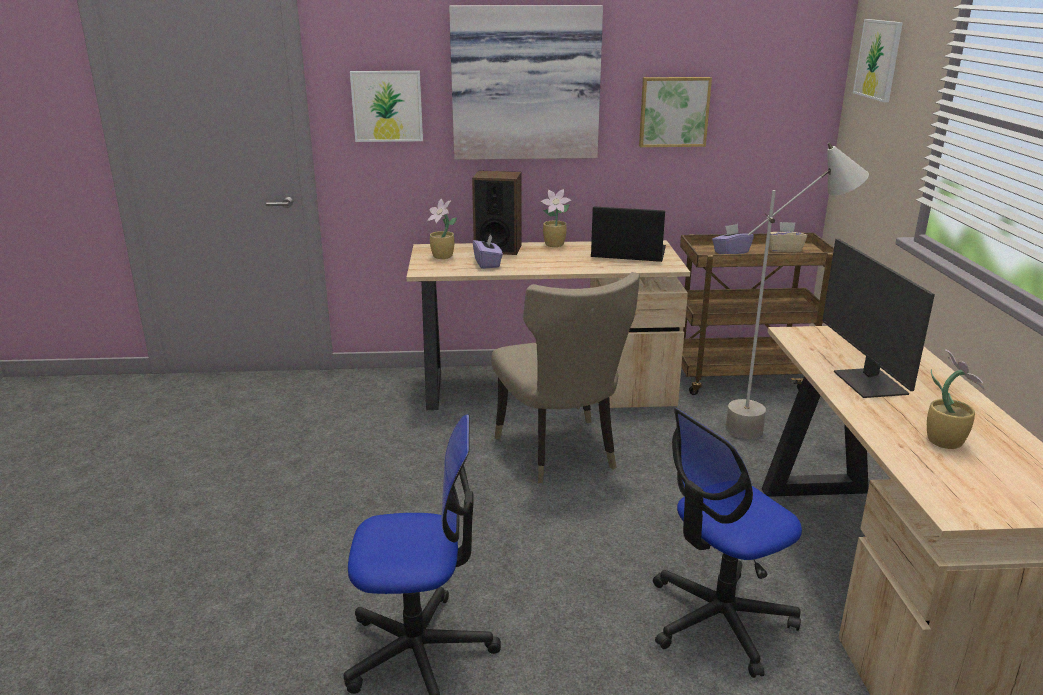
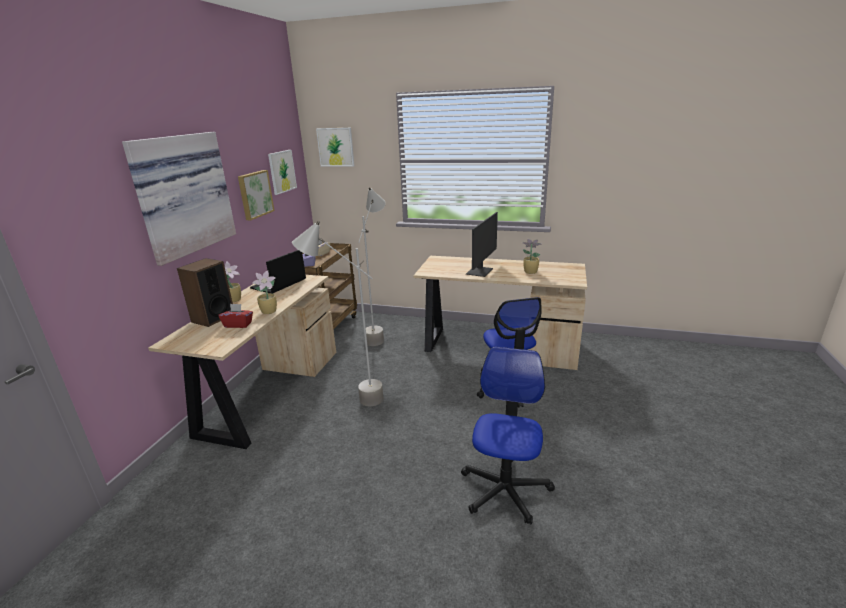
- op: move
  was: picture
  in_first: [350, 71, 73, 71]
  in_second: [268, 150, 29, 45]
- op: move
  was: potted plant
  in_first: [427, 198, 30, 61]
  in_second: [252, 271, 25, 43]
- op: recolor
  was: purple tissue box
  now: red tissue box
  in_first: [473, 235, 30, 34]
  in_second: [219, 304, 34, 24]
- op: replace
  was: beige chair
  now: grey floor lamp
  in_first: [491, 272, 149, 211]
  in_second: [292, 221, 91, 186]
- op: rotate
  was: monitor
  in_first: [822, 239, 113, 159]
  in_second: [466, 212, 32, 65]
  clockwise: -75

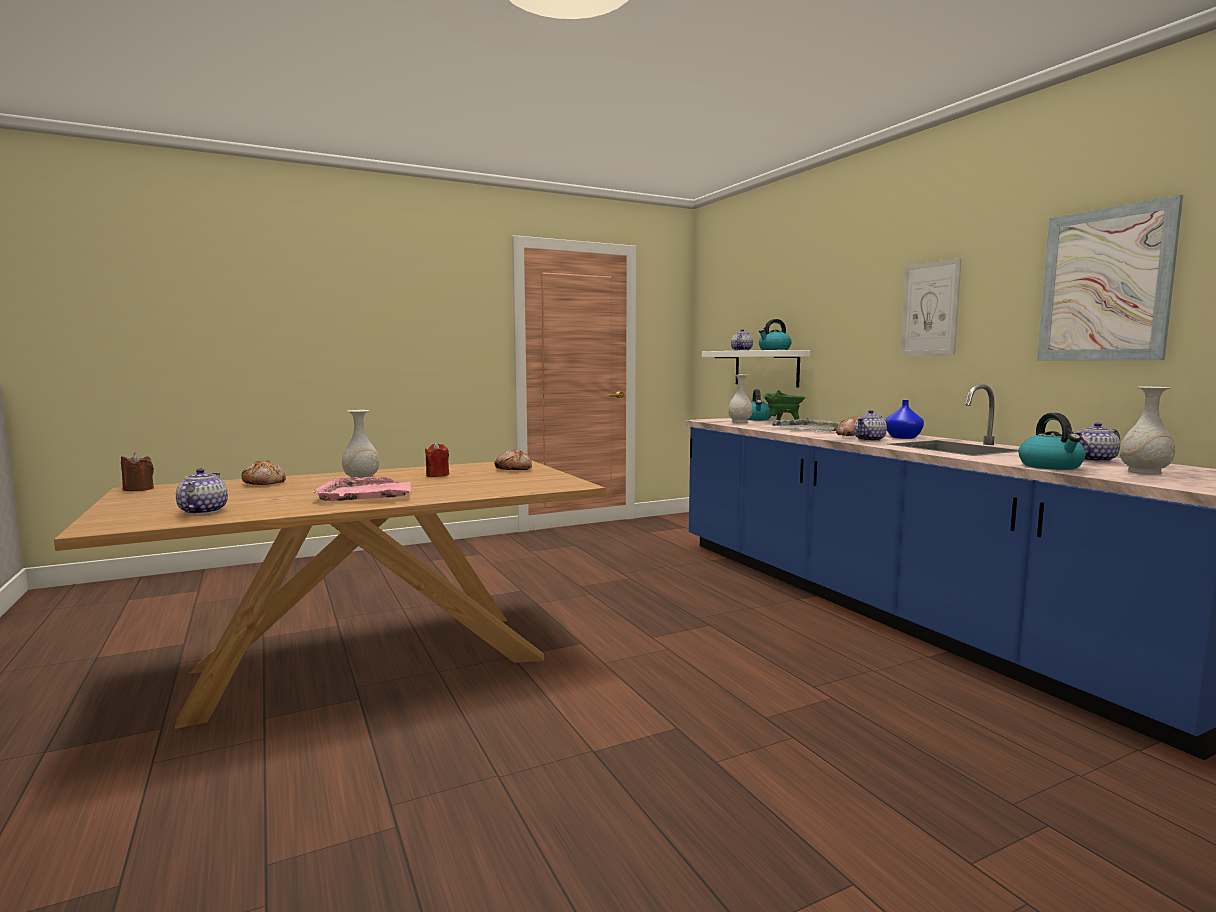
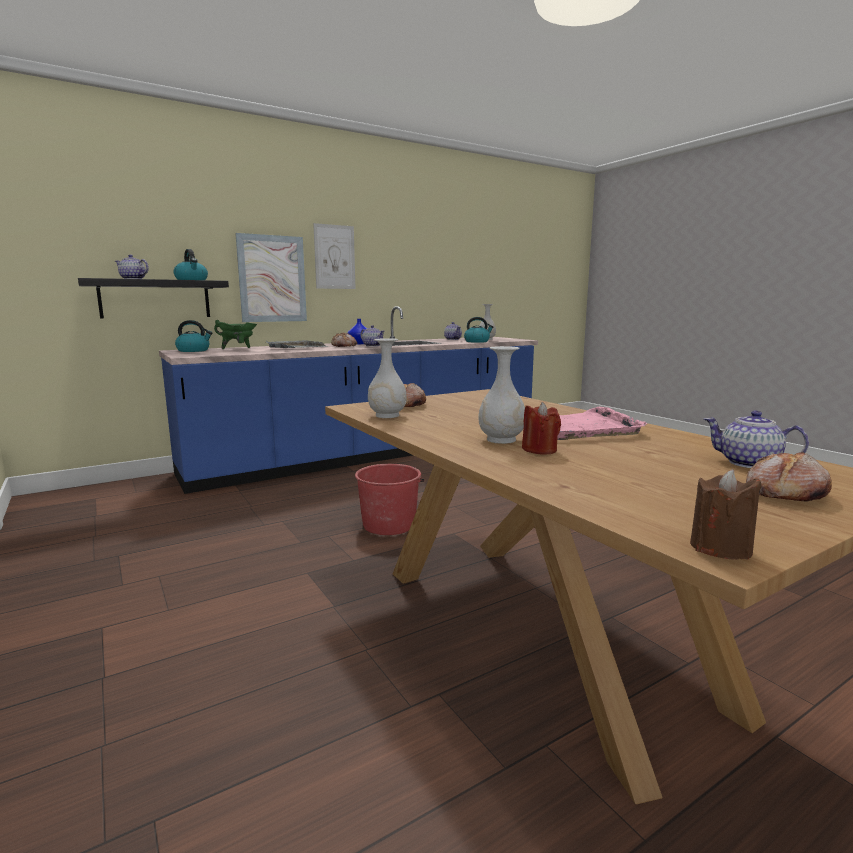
- op: rotate
  was: teapot
  in_first: [176, 468, 52, 47]
  in_second: [704, 410, 105, 58]
  clockwise: 45
- op: move
  was: bread
  in_first: [241, 461, 45, 24]
  in_second: [746, 452, 86, 49]
- op: move
  was: red candle
  in_first: [425, 442, 24, 35]
  in_second: [522, 402, 39, 52]
- op: recolor
  was: white shelf
  now: black shelf
  in_first: [702, 350, 108, 37]
  in_second: [78, 278, 151, 40]
- op: move
  was: white vase
  in_first: [728, 375, 25, 48]
  in_second: [368, 338, 39, 80]
- op: move
  was: picture
  in_first: [1037, 195, 146, 165]
  in_second: [235, 233, 72, 89]
- op: insert
  now: red bucket
  in_second: [355, 464, 69, 71]

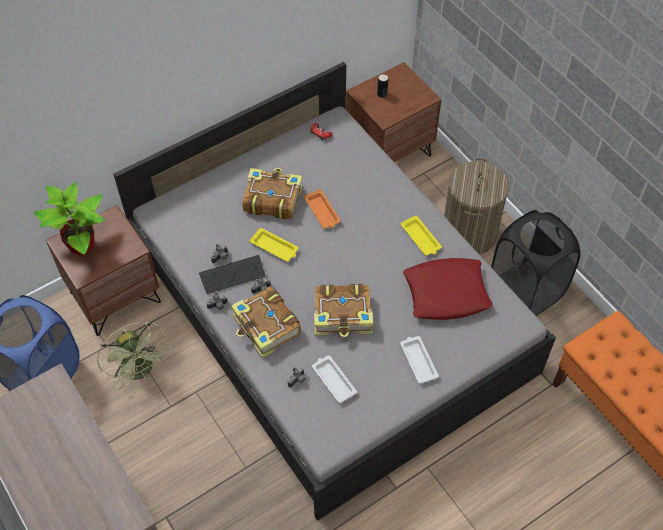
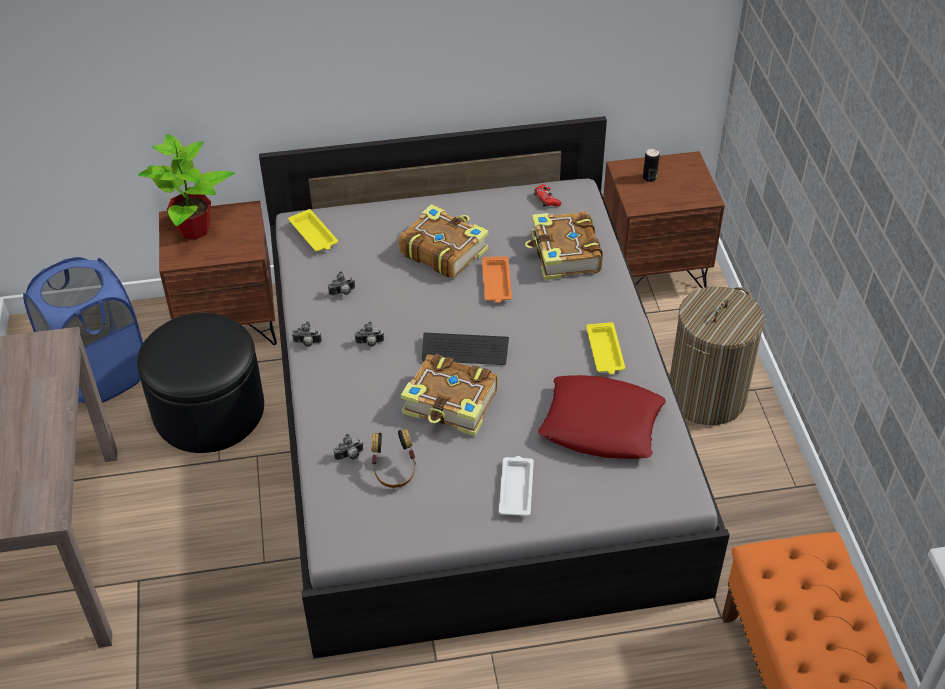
- op: replace
  was: green fan
  now: black ottoman
  in_first: [97, 321, 74, 68]
  in_second: [137, 313, 127, 140]
- op: move
  was: keyboard
  in_first: [199, 255, 66, 39]
  in_second: [422, 333, 87, 32]
- op: move
  was: book
  in_first: [231, 287, 70, 71]
  in_second: [525, 211, 78, 69]
- op: move
  was: yellow tray
  in_first: [250, 228, 48, 34]
  in_second: [288, 209, 50, 42]
- op: replace
  was: white tray
  now: headphones
  in_first: [312, 356, 45, 47]
  in_second: [372, 429, 44, 59]
- op: delete
  was: black laundry basket
  in_first: [491, 210, 89, 106]

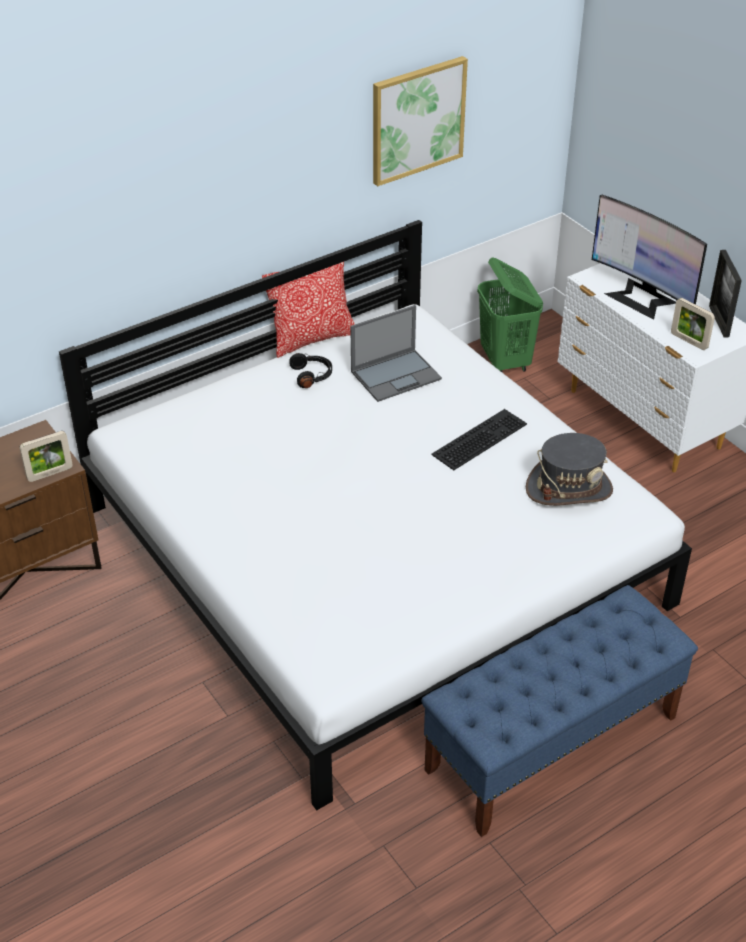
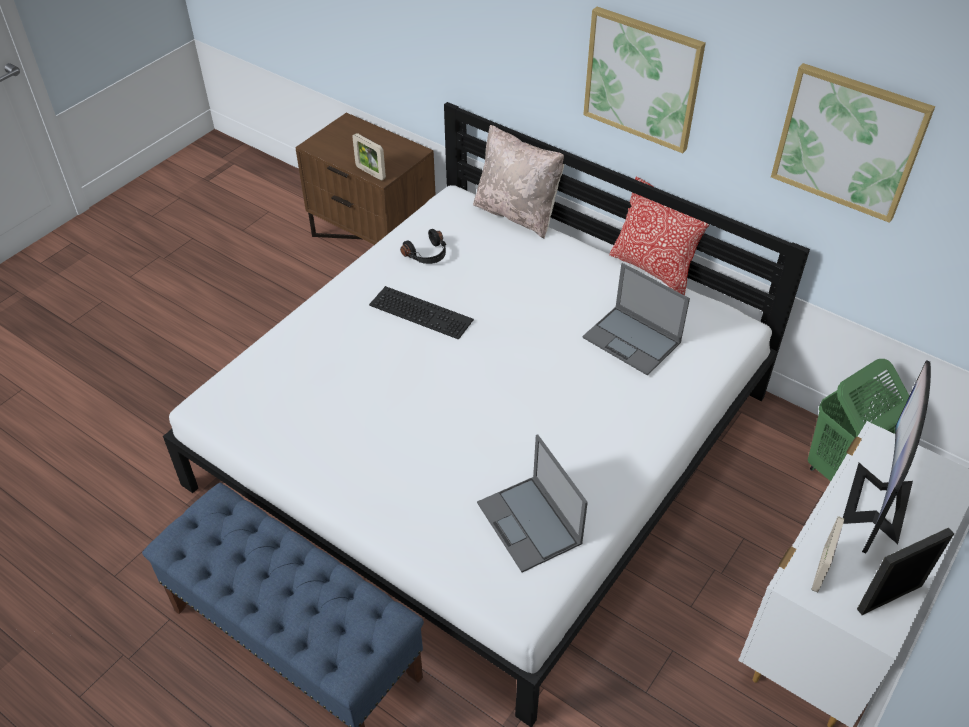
- op: move
  was: black headphones
  in_first: [289, 353, 43, 35]
  in_second: [400, 229, 46, 35]
- op: move
  was: keyboard
  in_first: [431, 409, 96, 61]
  in_second: [369, 286, 105, 54]
- op: replace
  was: grey hat
  now: laptop
  in_first: [526, 433, 87, 73]
  in_second: [477, 434, 111, 138]
- op: insert
  now: beige pillow
  in_second: [473, 125, 91, 114]
- op: insert
  now: picture
  in_second: [583, 7, 123, 146]

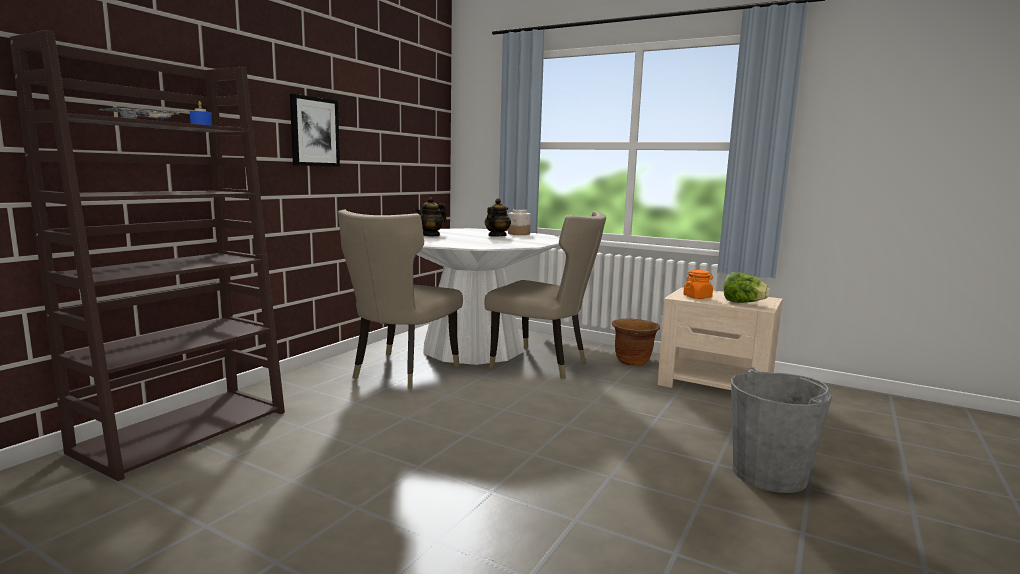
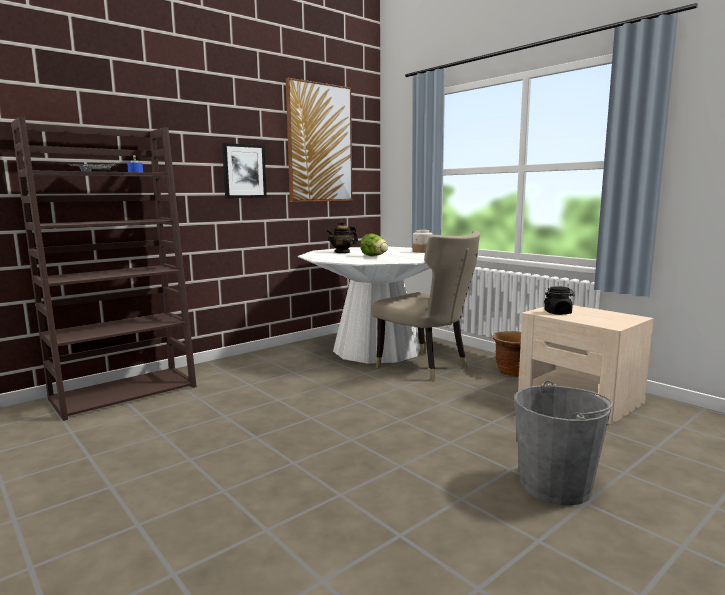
- op: delete
  was: beige chair
  in_first: [338, 209, 125, 180]
- op: delete
  was: teapot
  in_first: [485, 198, 26, 38]
- op: recolor
  was: orange jar
  now: black jar
  in_first: [683, 270, 30, 29]
  in_second: [544, 286, 30, 29]
- op: move
  was: lettuce
  in_first: [724, 272, 46, 31]
  in_second: [360, 234, 28, 22]
- op: insert
  now: picture
  in_second: [286, 78, 66, 124]

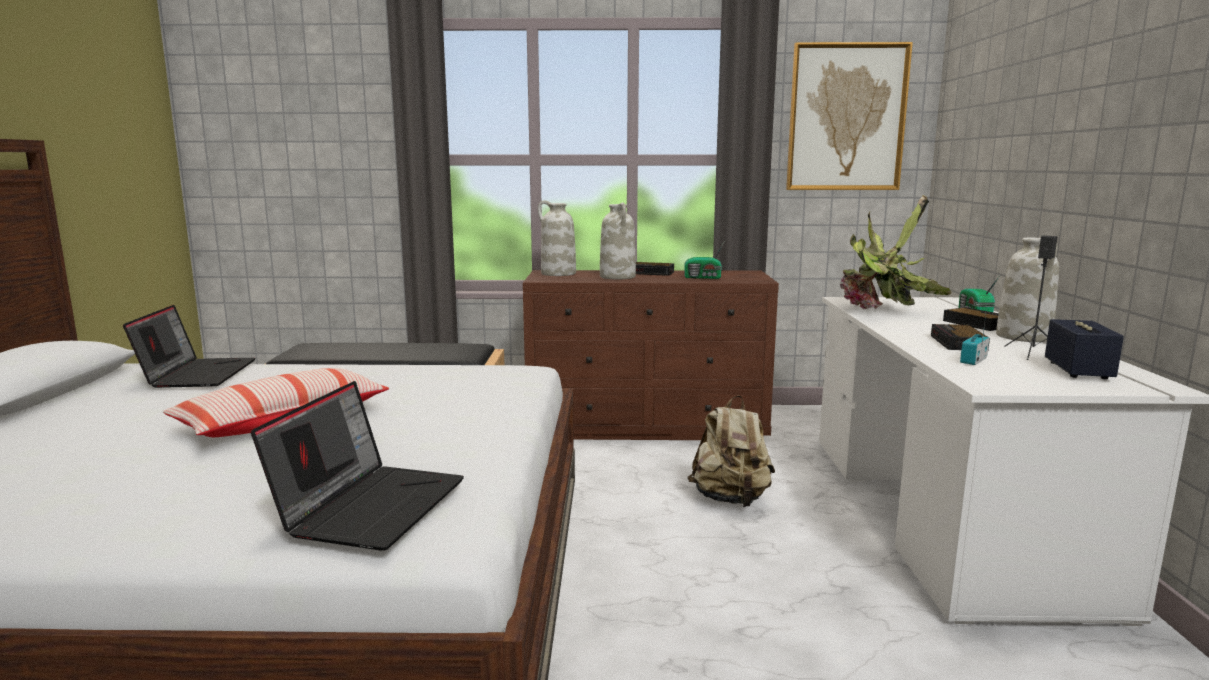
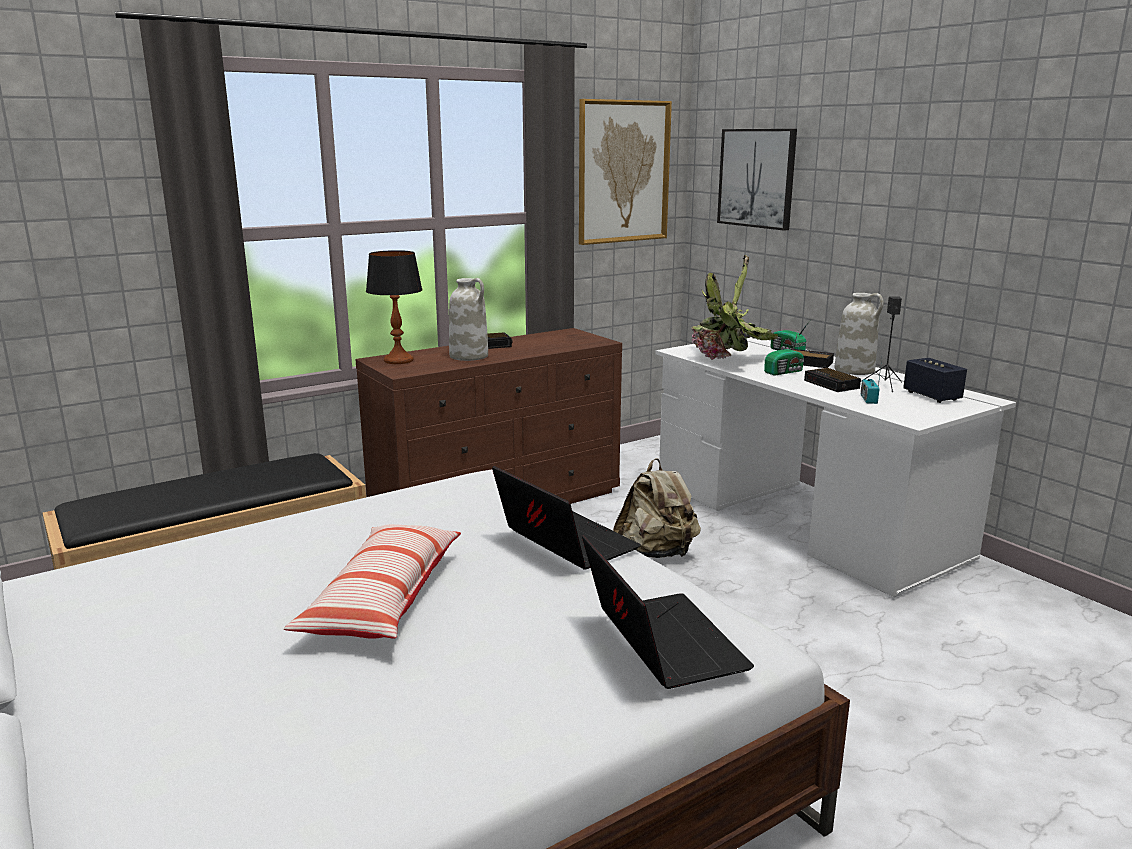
- op: move
  was: laptop
  in_first: [123, 305, 132, 83]
  in_second: [492, 466, 149, 104]
- op: replace
  was: white vase
  now: table lamp
  in_first: [538, 200, 38, 76]
  in_second: [366, 250, 57, 114]
- op: move
  was: radio
  in_first: [684, 242, 40, 37]
  in_second: [764, 332, 40, 44]
- op: insert
  now: picture
  in_second: [717, 129, 80, 102]

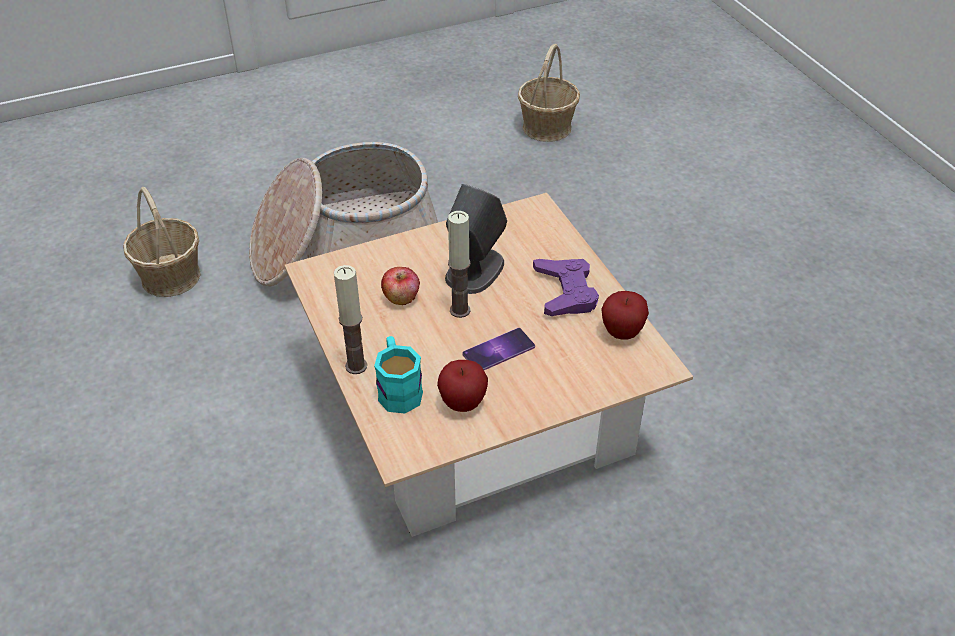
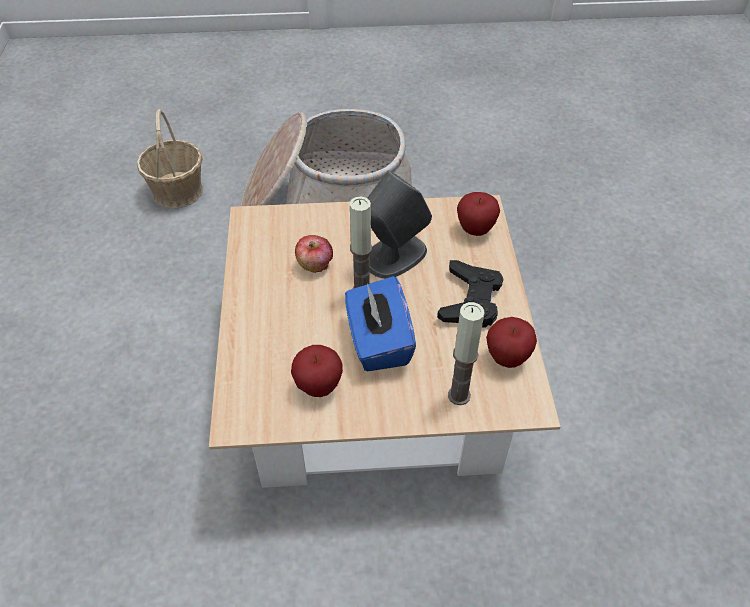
- op: move
  was: candle
  in_first: [334, 265, 33, 109]
  in_second: [448, 302, 37, 103]
- op: delete
  was: turquoise mug
  in_first: [374, 336, 49, 78]
- op: replace
  was: phone
  now: blue tissue box
  in_first: [462, 328, 73, 42]
  in_second: [345, 276, 71, 96]
- op: delete
  was: basket
  in_first: [518, 44, 62, 98]
- op: recolor
  was: purple game controller
  now: black game controller
  in_first: [533, 259, 66, 57]
  in_second: [437, 260, 66, 68]
- op: insert
  now: apple
  in_second: [457, 192, 43, 44]

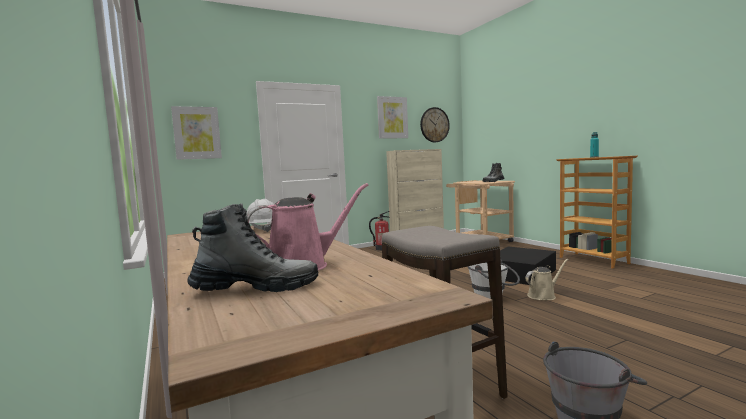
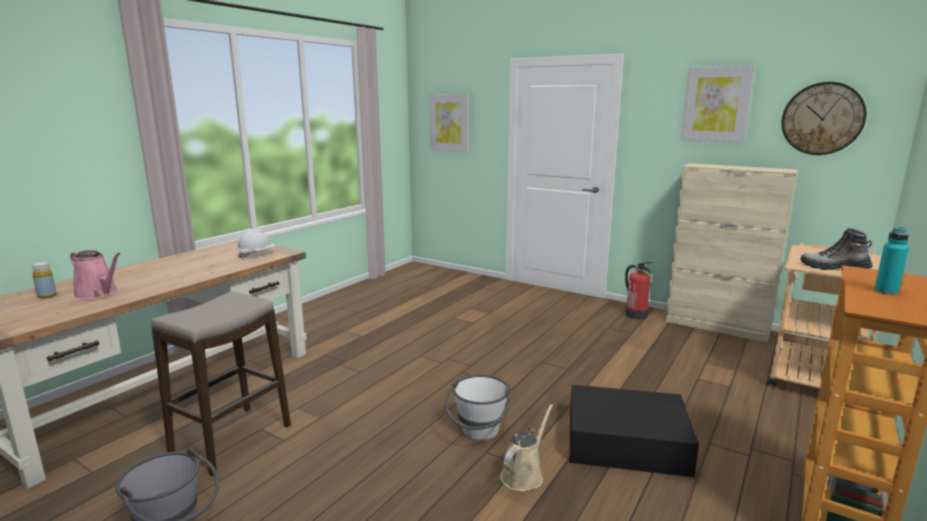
- op: replace
  was: boot
  now: yellow bottle
  in_first: [187, 203, 131, 89]
  in_second: [31, 262, 26, 36]
- op: rotate
  was: beige watering can
  in_first: [525, 259, 44, 41]
  in_second: [500, 404, 53, 88]
  clockwise: -90

